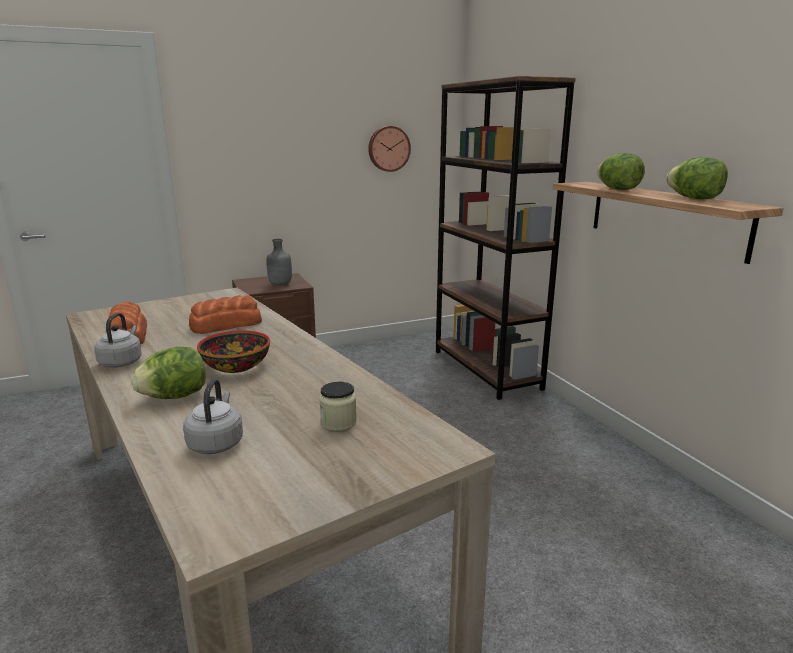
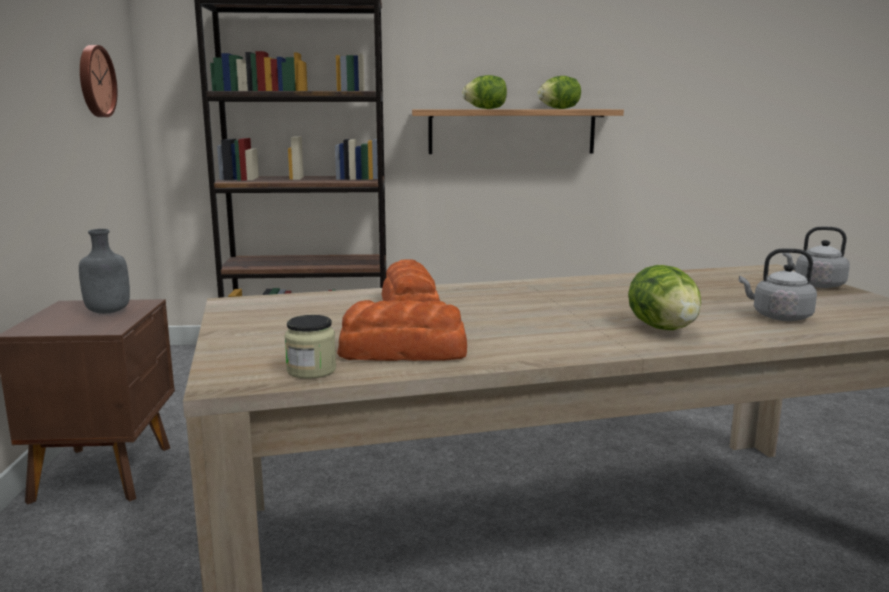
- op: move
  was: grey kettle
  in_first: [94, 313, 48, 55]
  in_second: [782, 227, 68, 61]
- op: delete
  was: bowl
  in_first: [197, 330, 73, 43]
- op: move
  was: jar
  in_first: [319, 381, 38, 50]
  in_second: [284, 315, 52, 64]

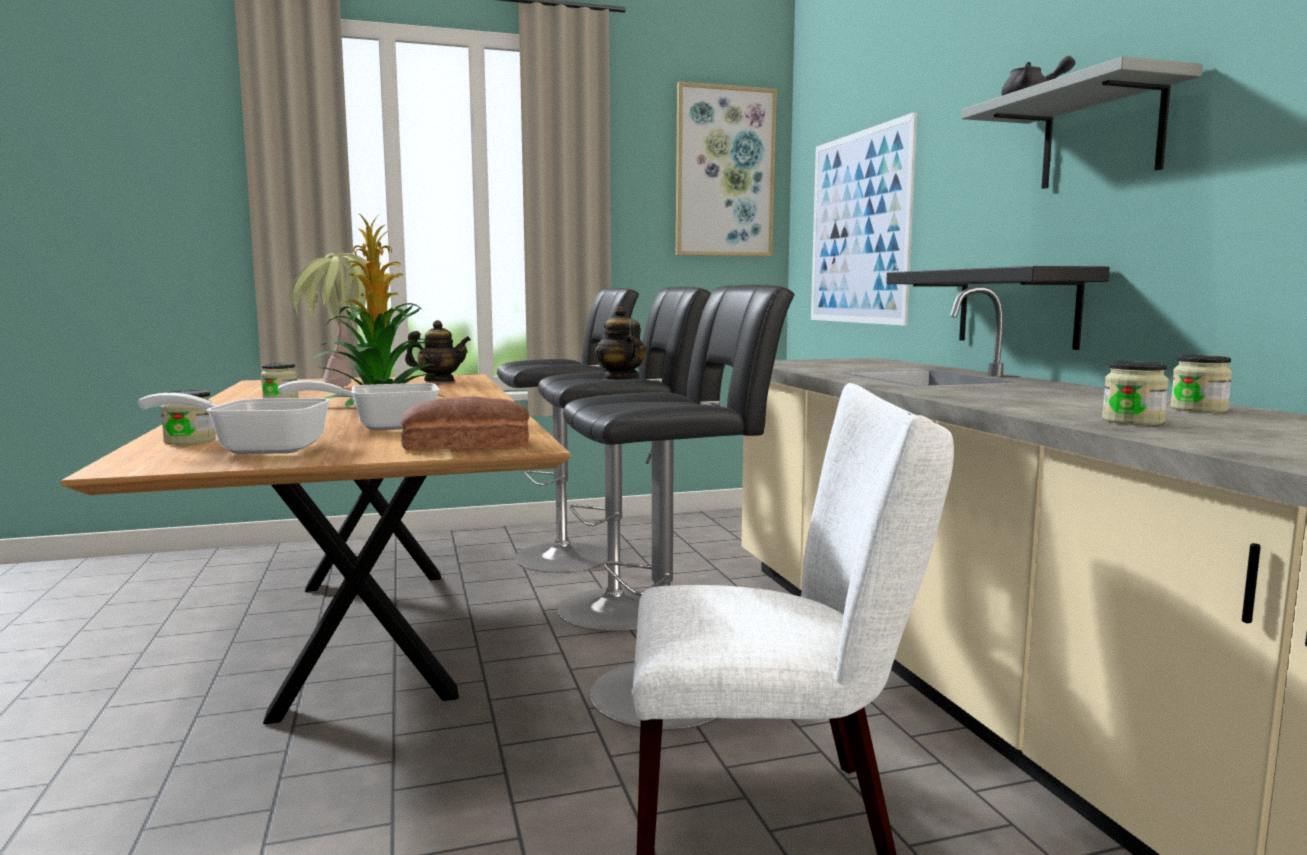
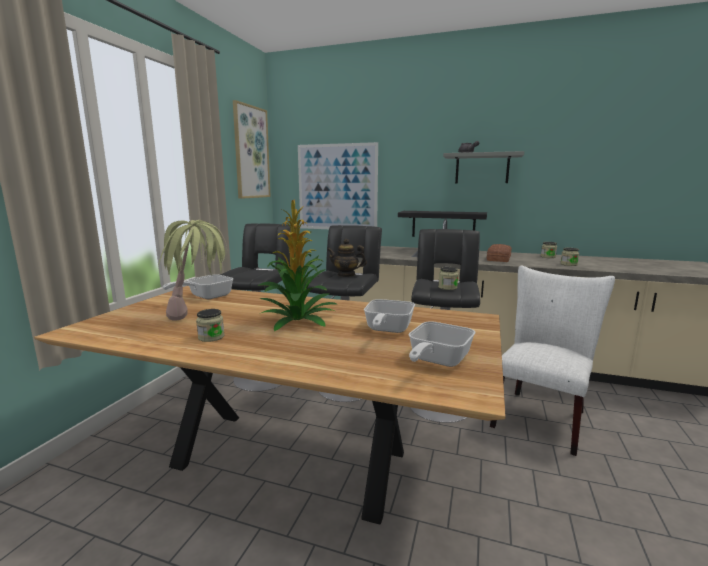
- op: move
  was: jar
  in_first: [160, 390, 56, 55]
  in_second: [438, 267, 20, 23]
- op: move
  was: bread
  in_first: [401, 396, 128, 54]
  in_second: [487, 244, 25, 18]
- op: replace
  was: teapot
  now: frying pan
  in_first: [405, 320, 66, 62]
  in_second: [163, 274, 70, 25]

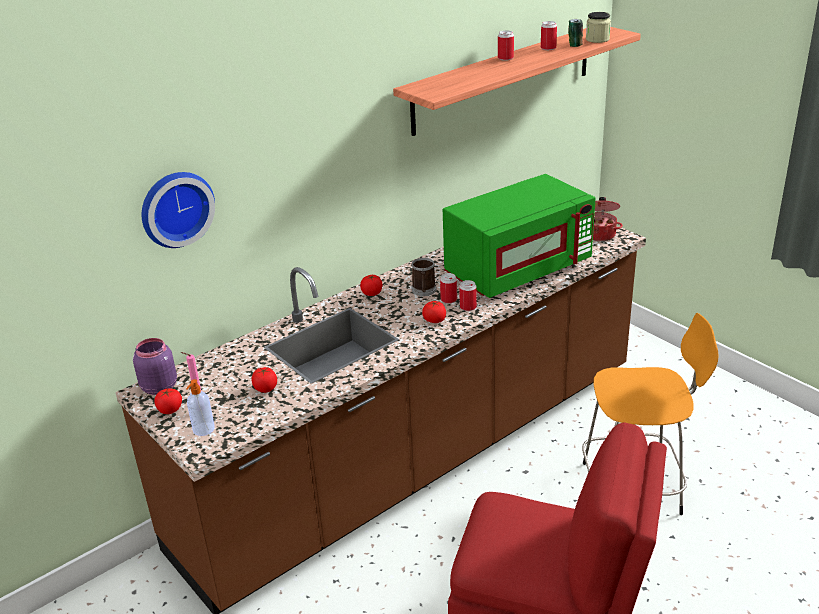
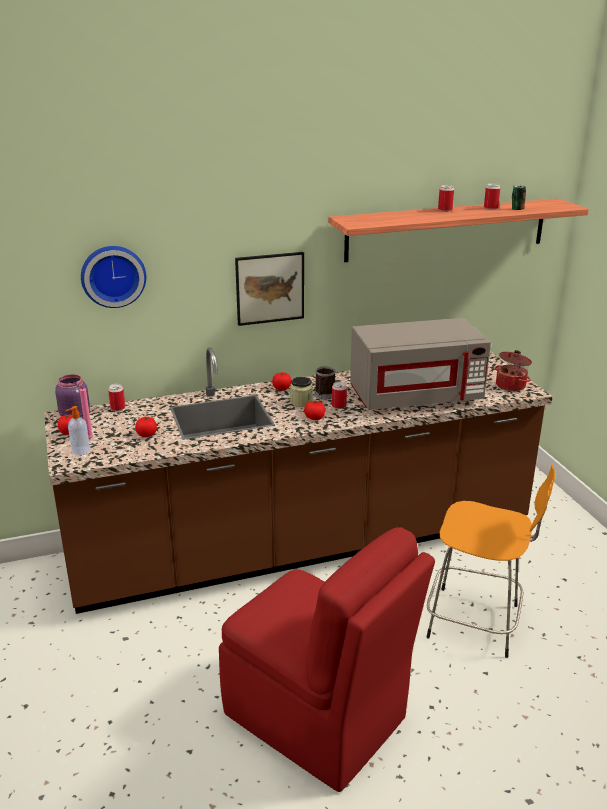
- op: recolor
  was: green microwave
  now: grey microwave
  in_first: [443, 174, 153, 124]
  in_second: [350, 318, 141, 92]
- op: move
  was: can
  in_first: [459, 280, 18, 31]
  in_second: [108, 384, 17, 27]
- op: move
  was: jar
  in_first: [586, 12, 25, 31]
  in_second: [290, 377, 23, 30]
- op: insert
  now: picture
  in_second: [235, 252, 69, 74]

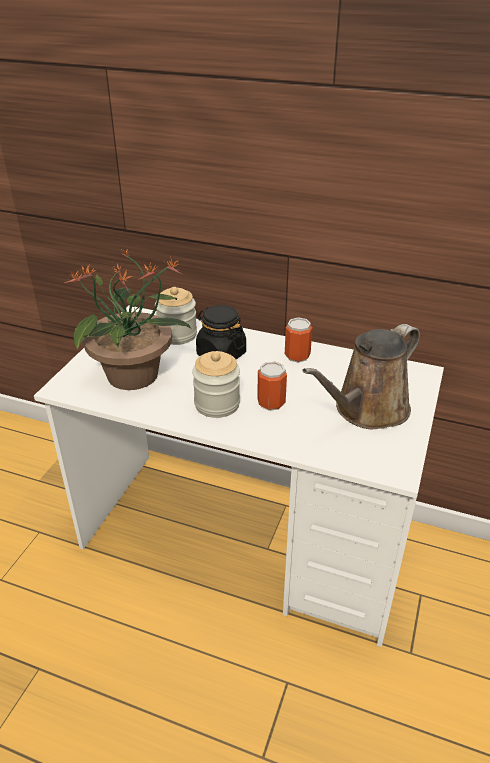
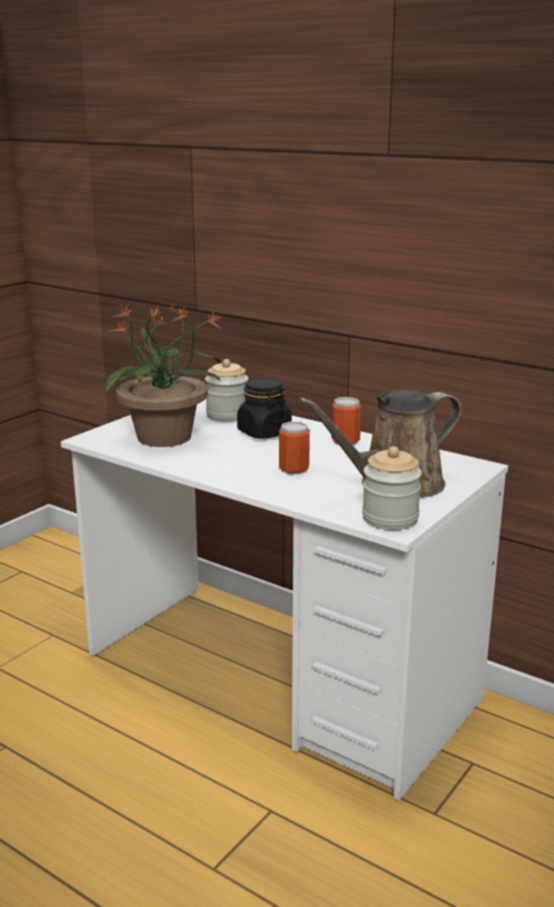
- op: move
  was: jar
  in_first: [192, 351, 48, 67]
  in_second: [362, 446, 60, 84]

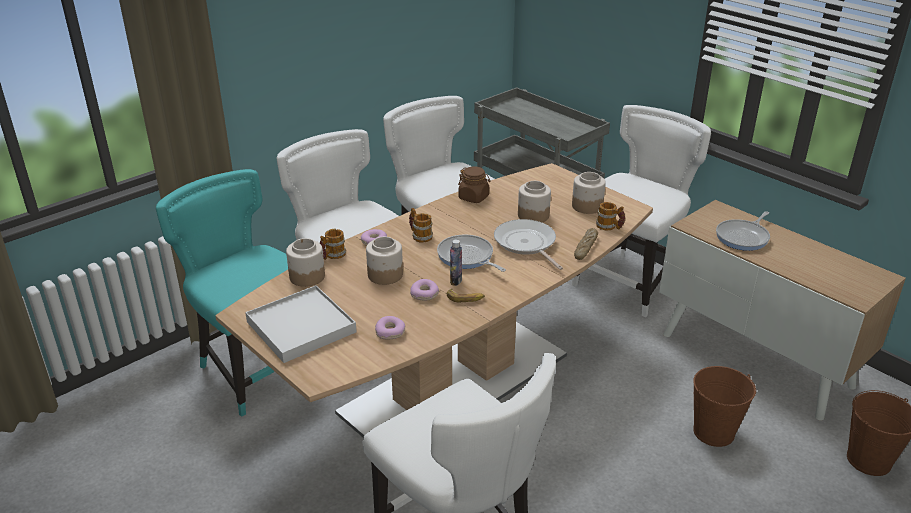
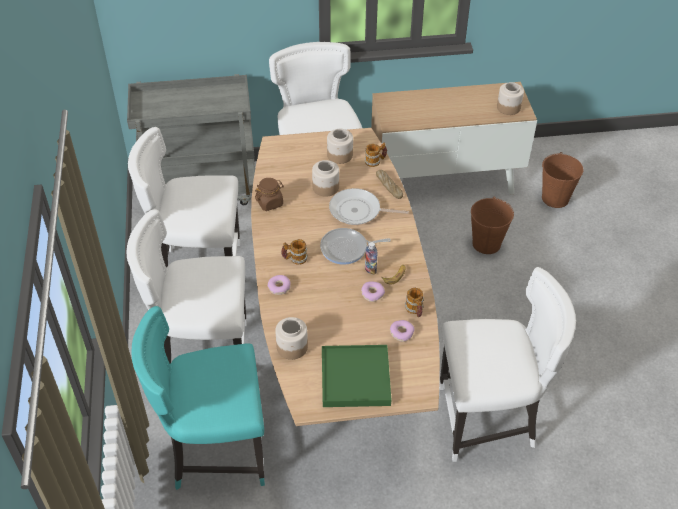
- op: recolor
  was: white tray
  now: green tray
  in_first: [245, 285, 112, 78]
  in_second: [322, 345, 69, 62]
- op: move
  was: mug
  in_first: [320, 229, 26, 31]
  in_second: [405, 288, 19, 29]
- op: move
  was: jar
  in_first: [366, 237, 37, 48]
  in_second: [497, 82, 27, 33]
- op: delete
  was: frying pan
  in_first: [716, 211, 54, 40]

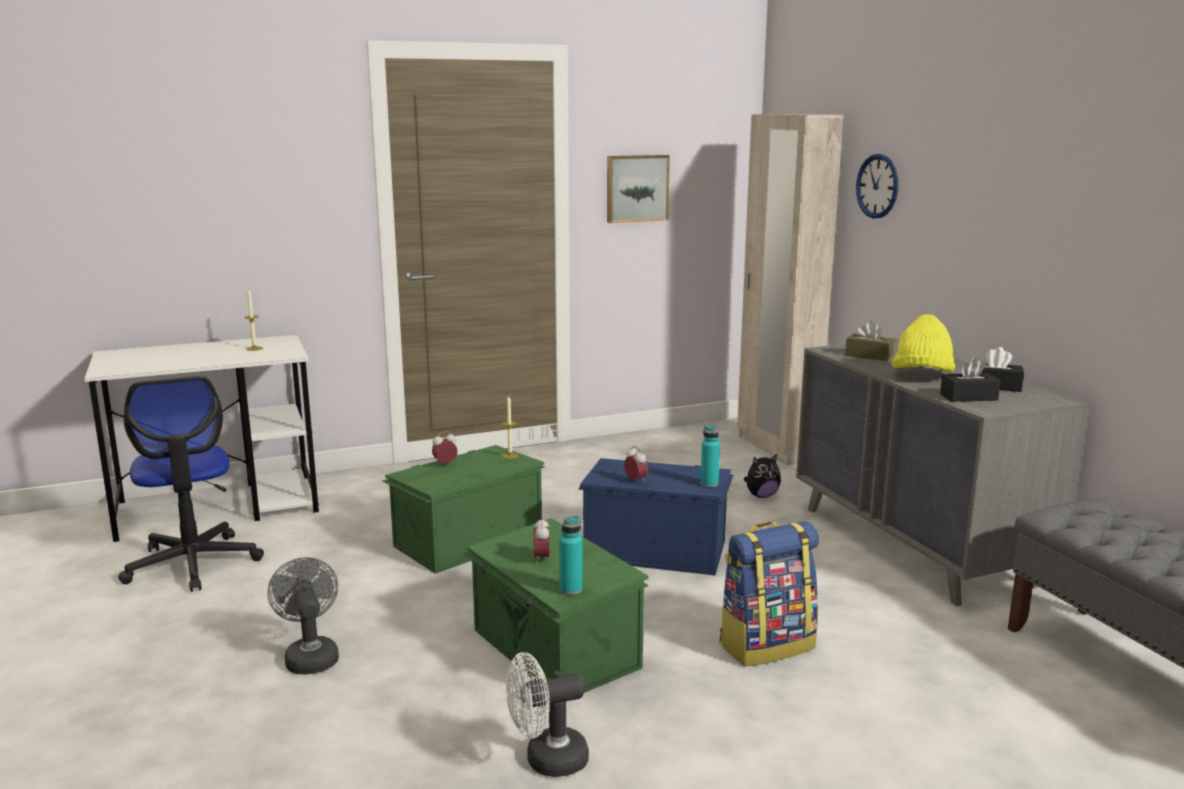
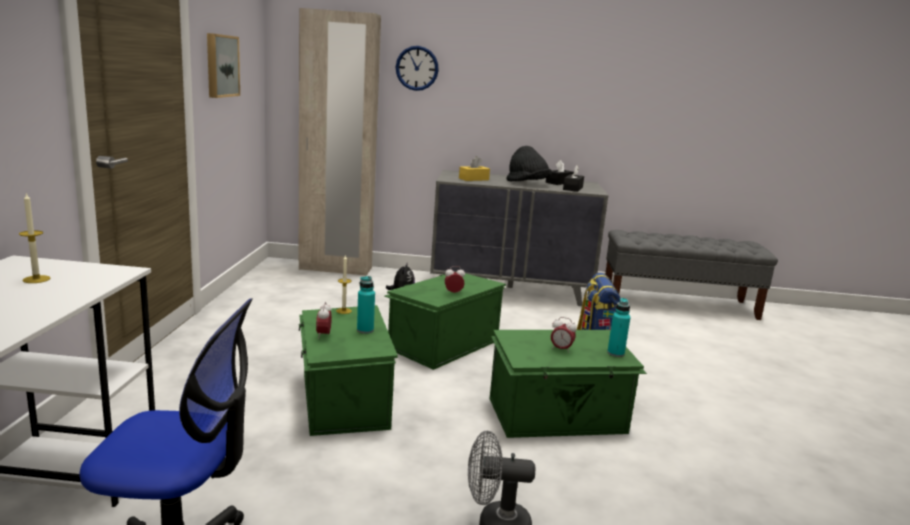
- op: delete
  was: white fan
  in_first: [506, 652, 83, 125]
- op: recolor
  was: blue storage box
  now: green storage box
  in_first: [578, 458, 155, 118]
  in_second: [384, 271, 122, 99]
- op: move
  was: turquoise bottle
  in_first: [701, 425, 19, 62]
  in_second: [357, 276, 18, 58]
- op: recolor
  was: brown tissue box
  now: yellow tissue box
  in_first: [845, 321, 50, 40]
  in_second: [459, 156, 31, 25]
- op: recolor
  was: yellow hat
  now: black hat
  in_first: [892, 314, 63, 59]
  in_second: [506, 146, 46, 36]

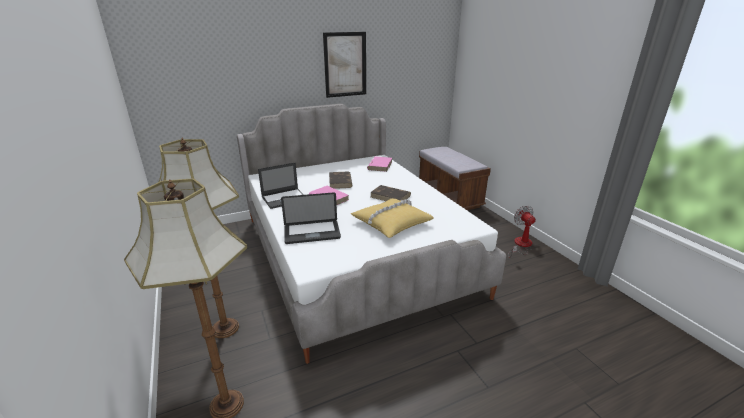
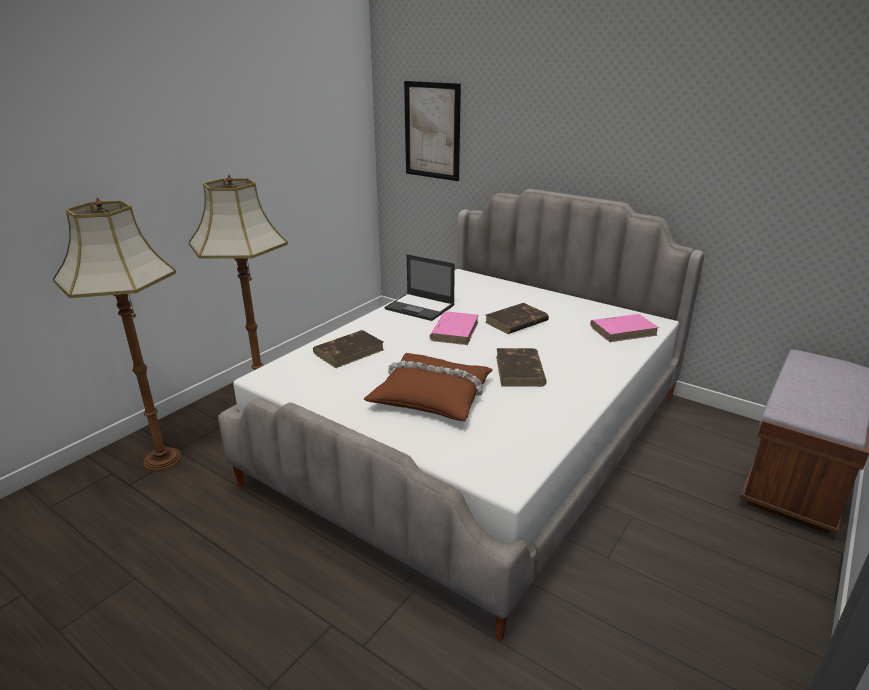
- op: replace
  was: laptop
  now: brown book
  in_first: [281, 192, 60, 52]
  in_second: [313, 330, 71, 38]
- op: move
  was: picture
  in_first: [323, 32, 43, 66]
  in_second: [404, 81, 57, 100]
- op: recolor
  was: yellow pillow
  now: brown pillow
  in_first: [350, 198, 84, 40]
  in_second: [364, 353, 129, 68]
- op: delete
  was: fan
  in_first: [508, 205, 28, 53]

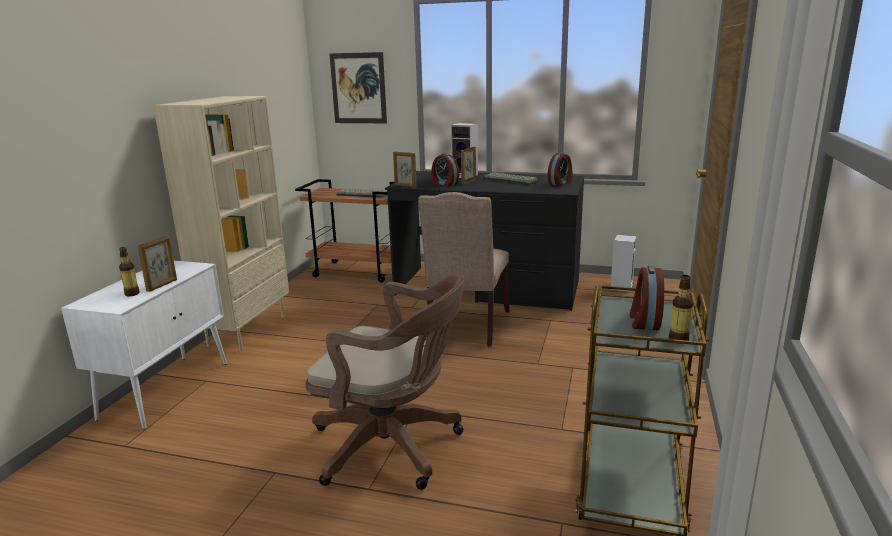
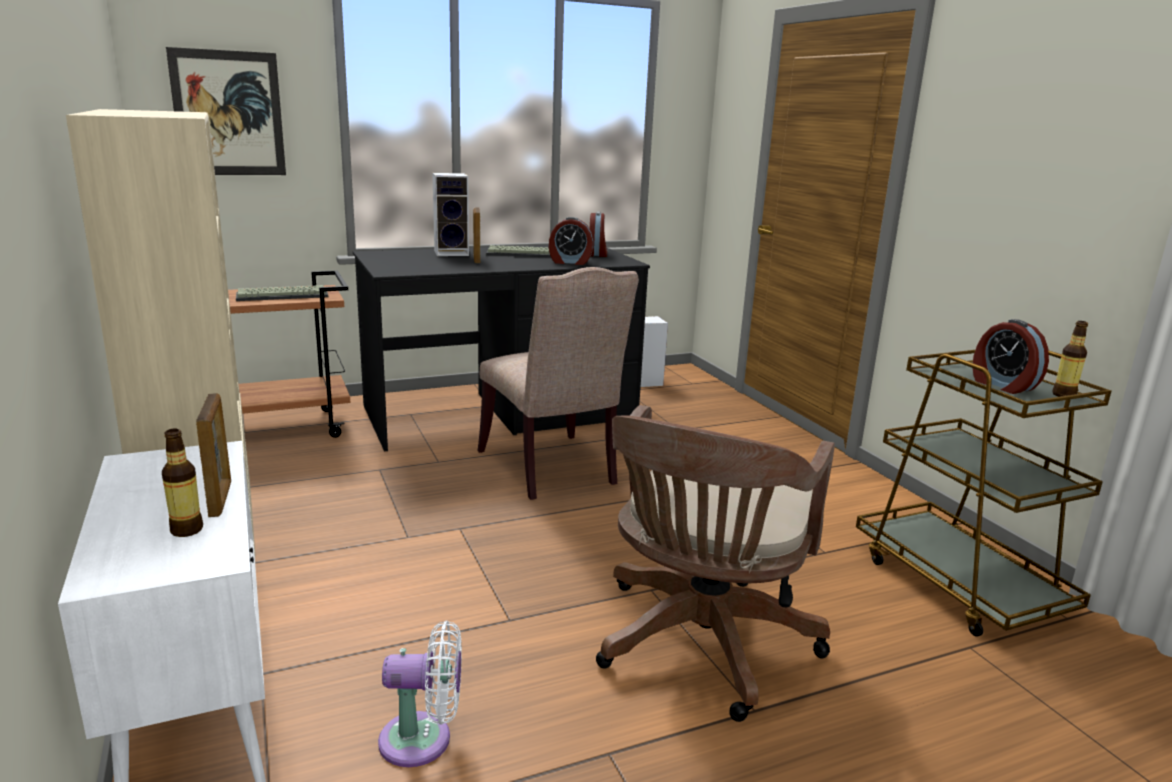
- op: rotate
  was: brown office chair
  in_first: [305, 274, 159, 216]
  in_second: [596, 405, 239, 317]
  clockwise: 135
- op: delete
  was: picture frame
  in_first: [393, 152, 24, 36]
- op: move
  was: alarm clock
  in_first: [431, 153, 28, 34]
  in_second: [549, 217, 45, 48]
- op: insert
  now: white fan
  in_second: [378, 621, 84, 146]

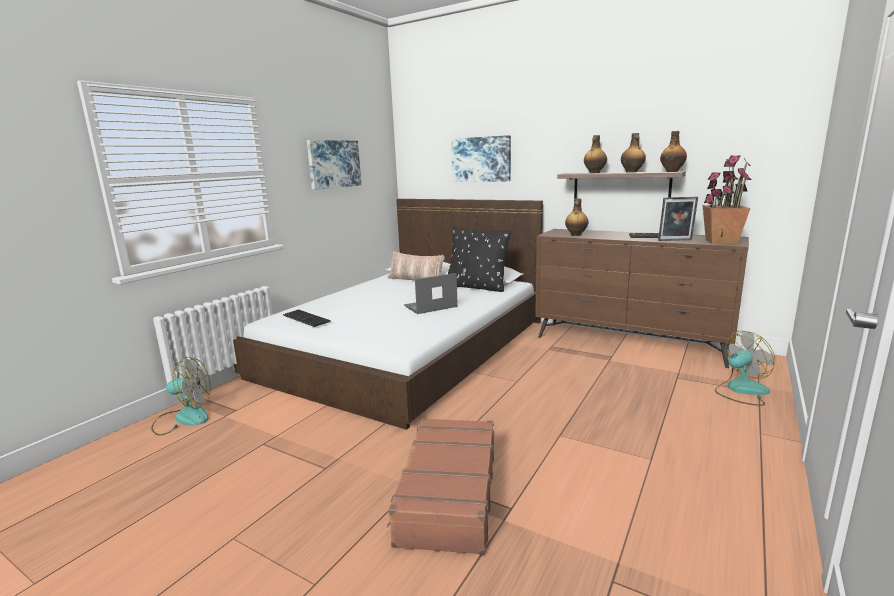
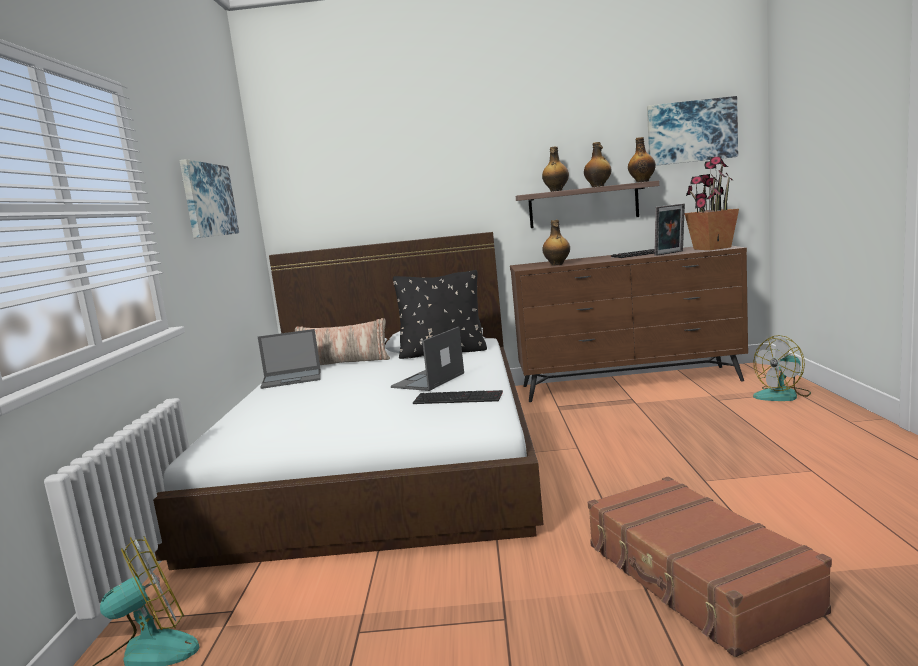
- op: move
  was: keyboard
  in_first: [283, 310, 48, 17]
  in_second: [413, 390, 90, 14]
- op: move
  was: picture
  in_first: [451, 135, 60, 47]
  in_second: [647, 96, 91, 70]
- op: rotate
  was: fan
  in_first: [715, 331, 60, 75]
  in_second: [753, 335, 58, 66]
  clockwise: -150
- op: insert
  now: laptop
  in_second: [258, 329, 63, 60]

